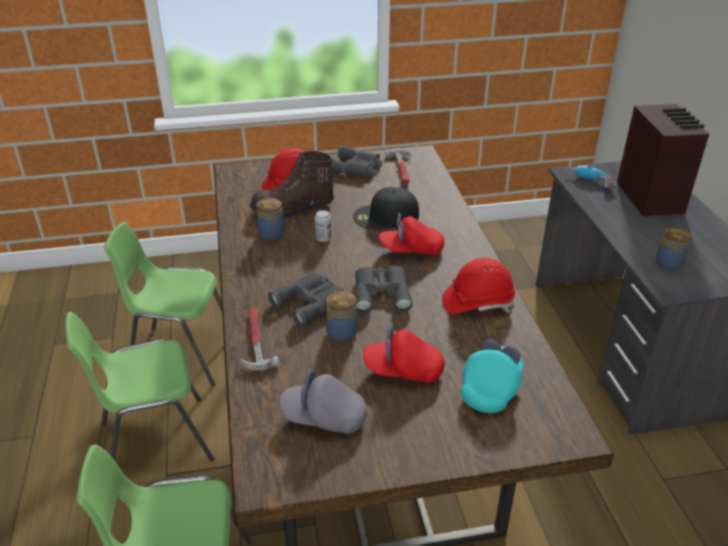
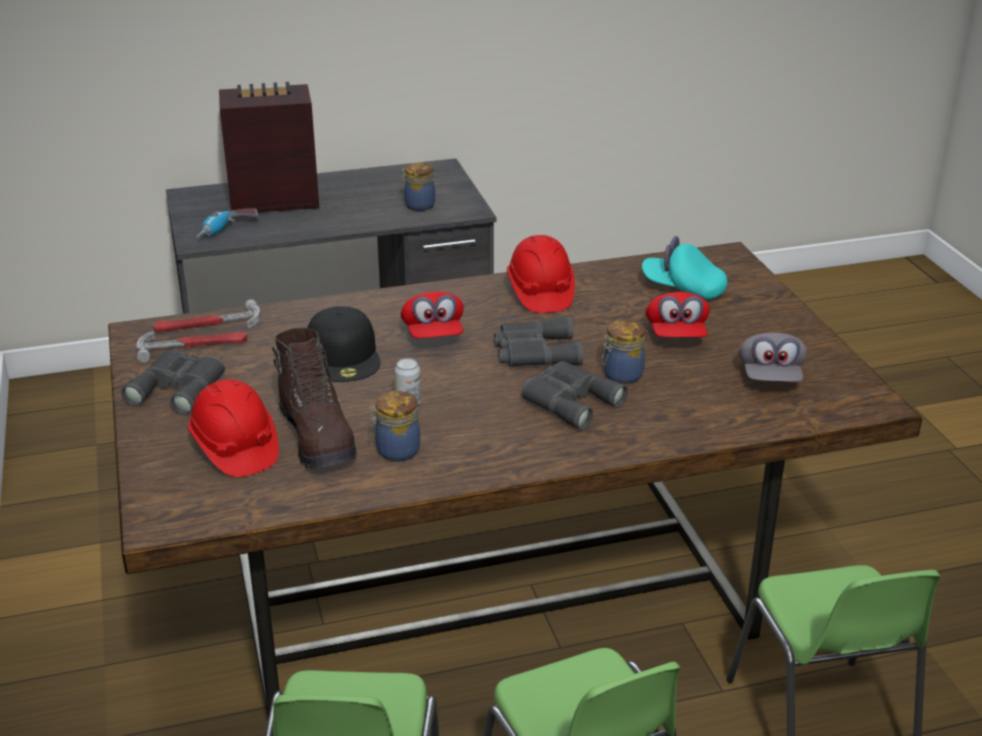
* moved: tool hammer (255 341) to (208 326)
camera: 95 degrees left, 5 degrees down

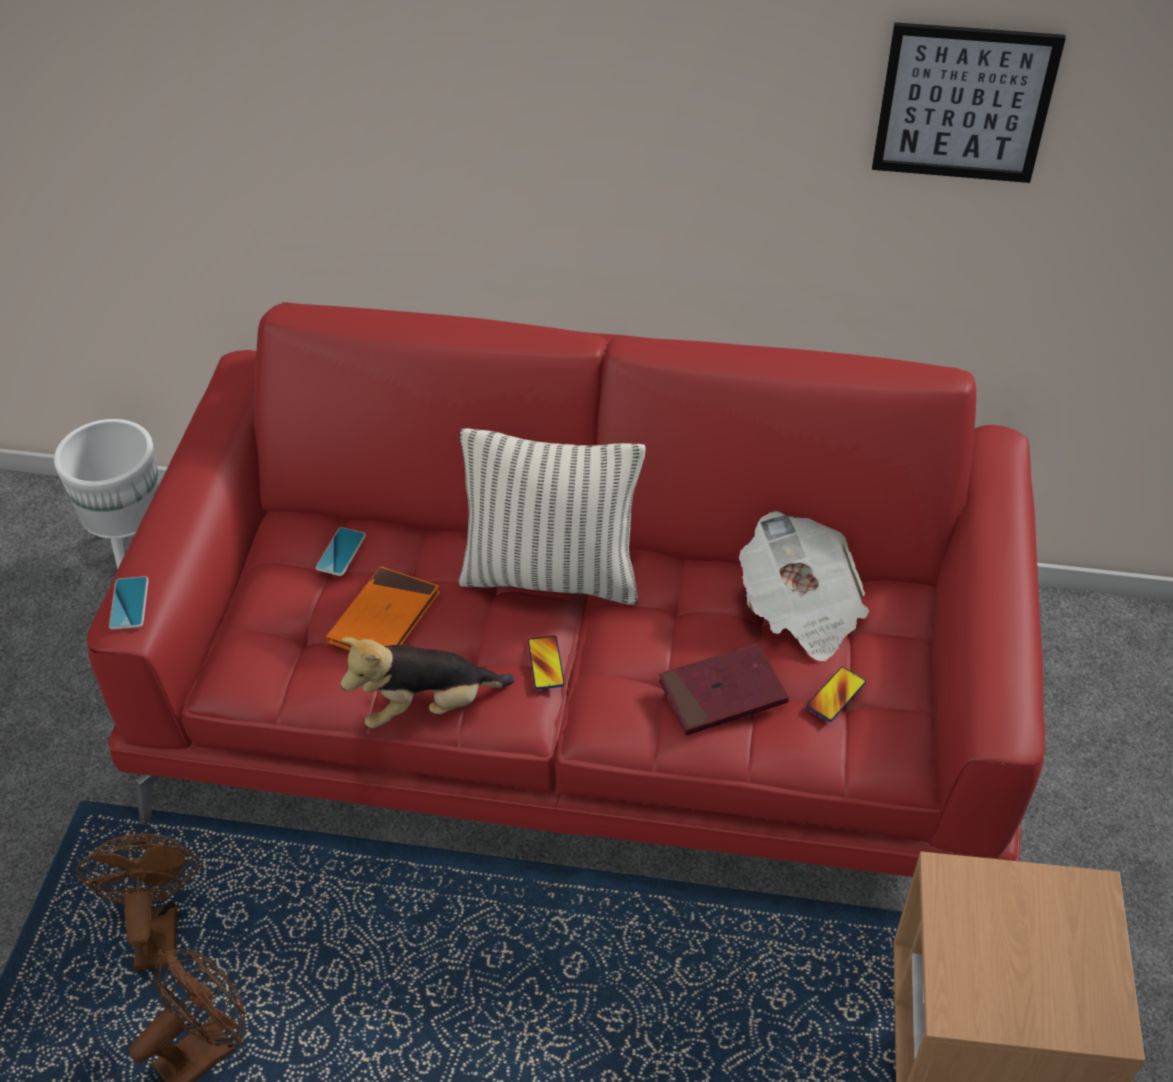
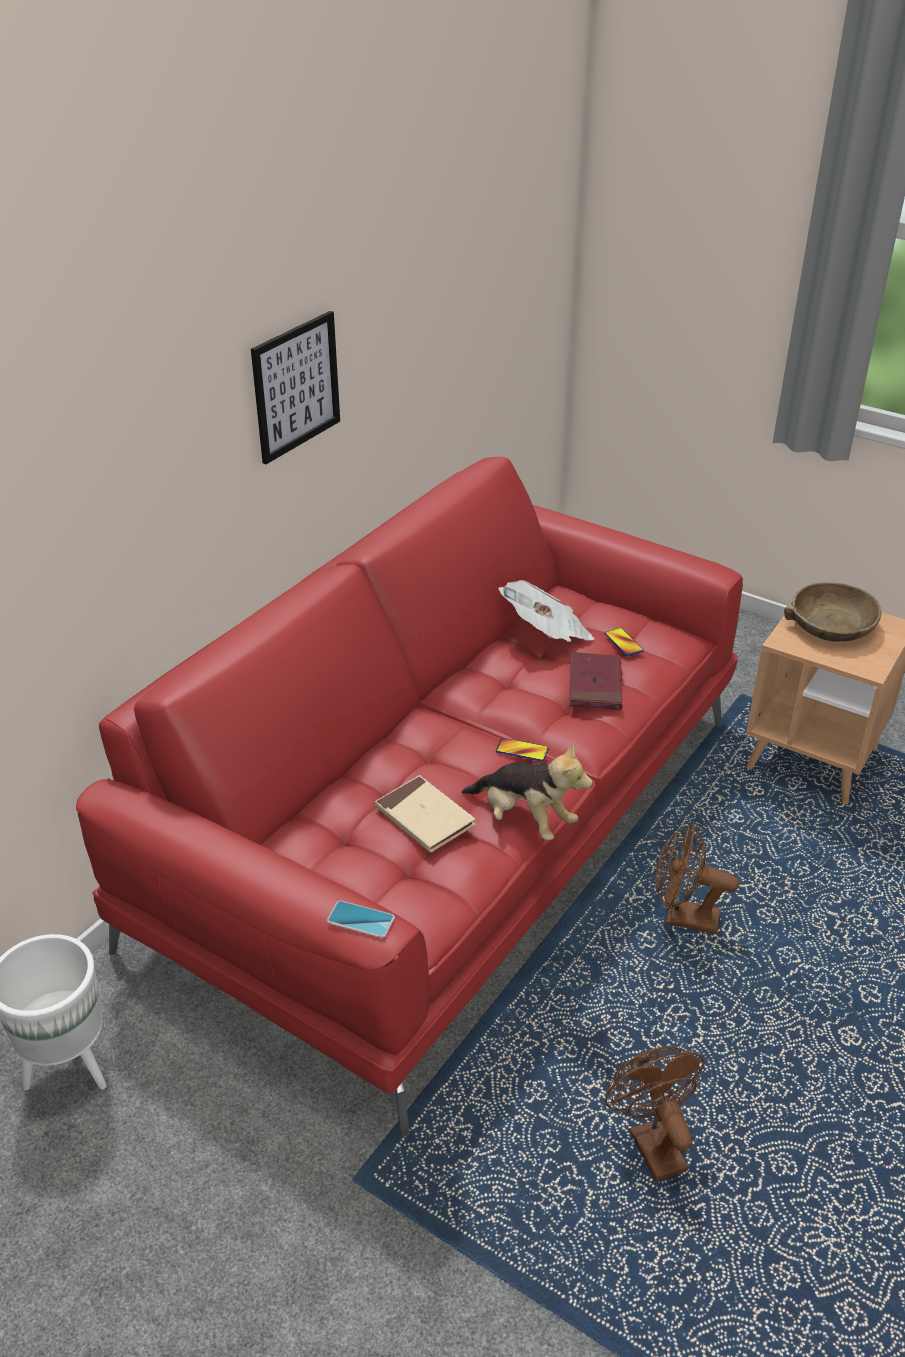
* moved: brown fan (156 928) to (683 918)
* removed: phone (341 552)
* recoloured: orange volume (384 619) to sand-coloured volume (424 817)
* turned: plush toy (427 707) = (524 819) 60 degrees counterclockwise
* removed: cushion (551 576)
* moved: picture (964 103) to (296 386)
* added: brown serving bowl (831 625)
camera: 65 degrees left, 10 degrees down

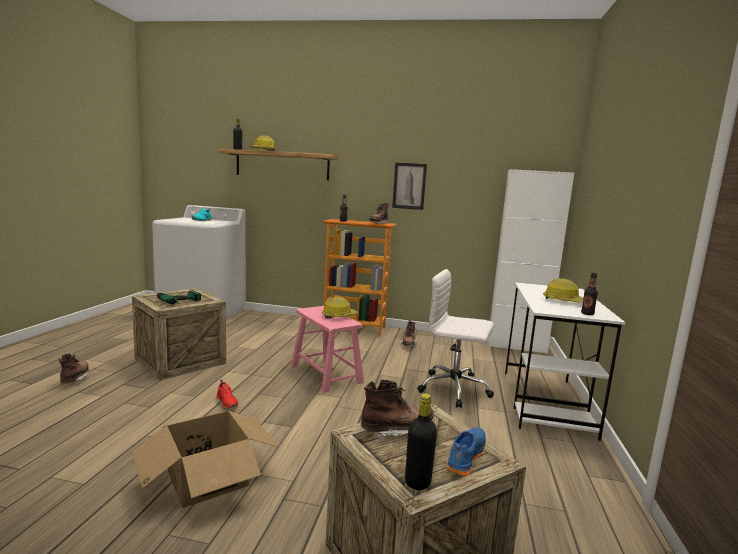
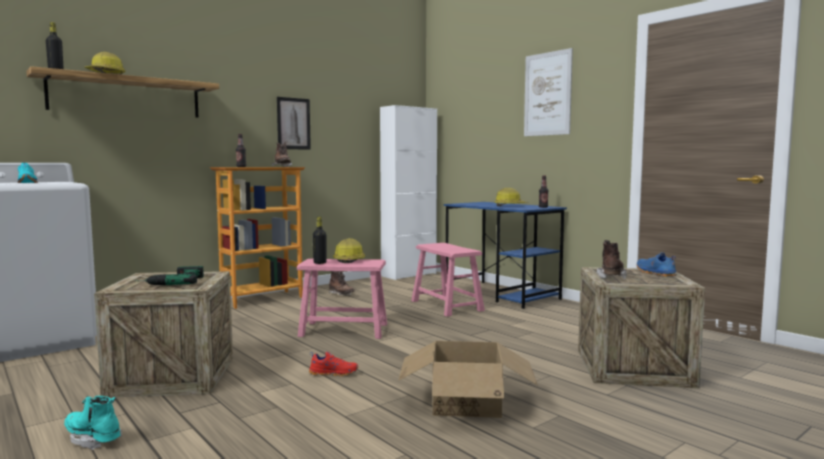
* recoloured: brown boot (75 379) to blue-green boot (93 439)
* moved: blackish bottle (417 482) to (320 263)
* replaced: white-coloured office chair (455 389) to pink stool seat (446 306)
* recoloured: white-coloured desk table (546 402) to bluish desk table (502 294)
* added: picture (547 94)
camera: 50 degrees left, 5 degrees down

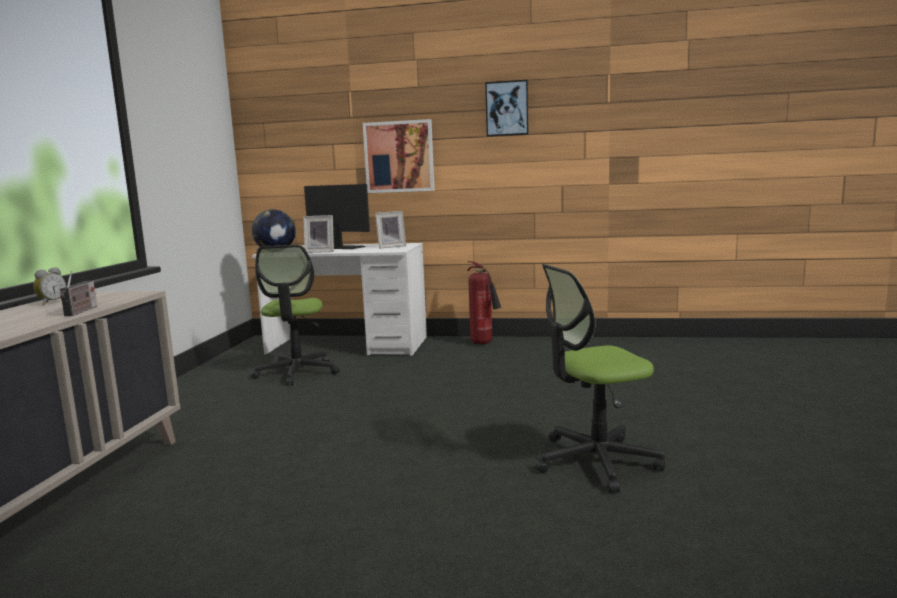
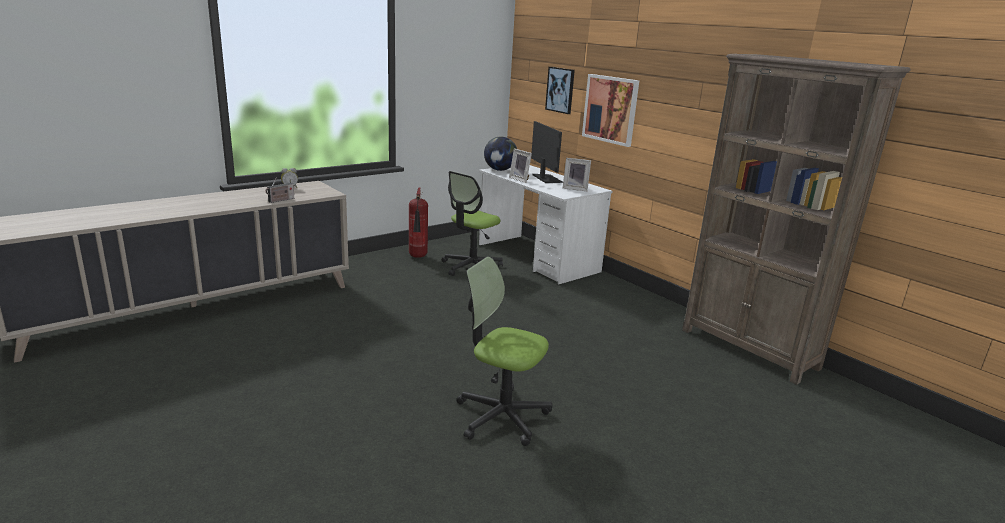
* moved: fire-fighting cylinder (484 343) to (418 257)
* moved: picture (507 108) to (560 90)
* added: brown bookcase (749 349)
camera: 40 degrees right, 10 degrees up

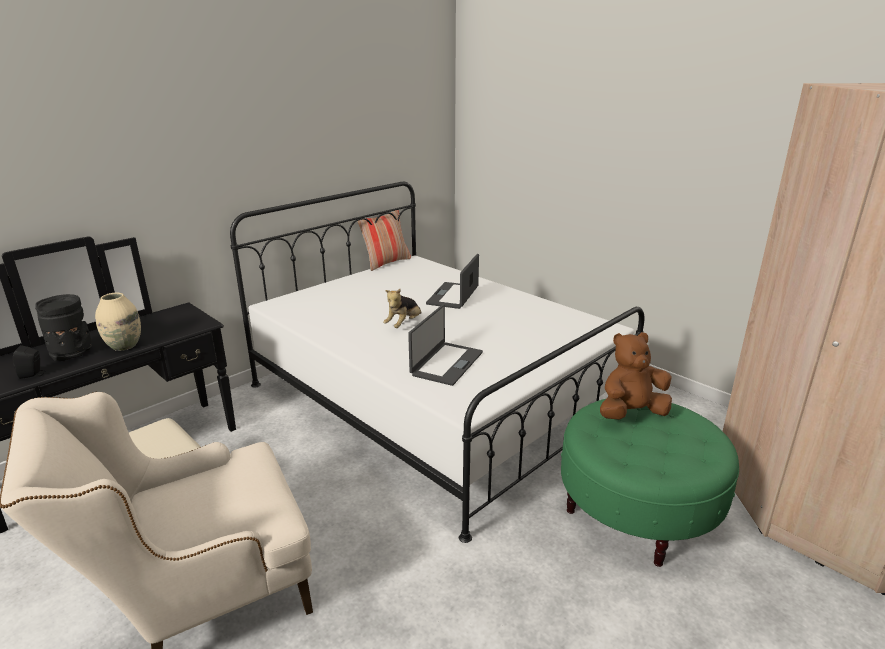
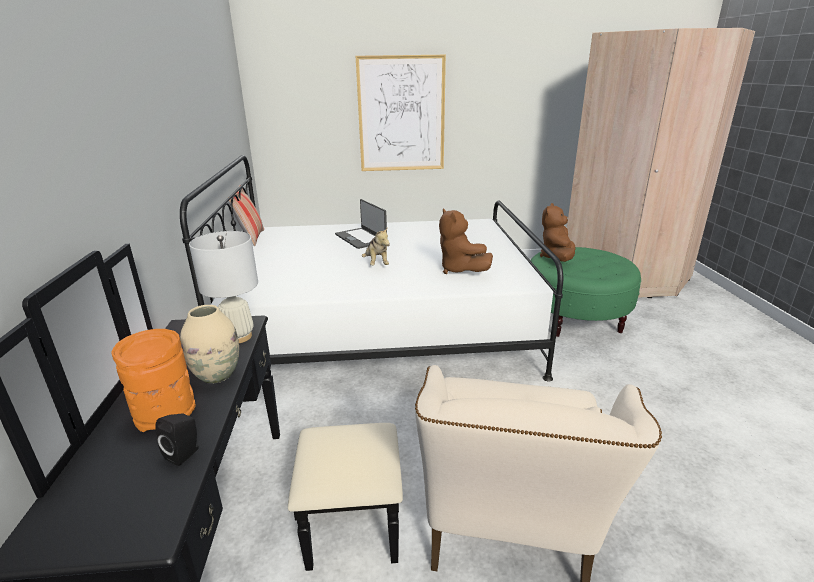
* recoloured: blackish decorative vase (72 352) to orange decorative vase (166 413)
* replaced: notebook computer (446 363) to brown plush toy (460 270)
* added: white-coloured tabletop lamp (238 337)
* added: picture (401 115)
camera: 50 degrees left, 0 degrees up

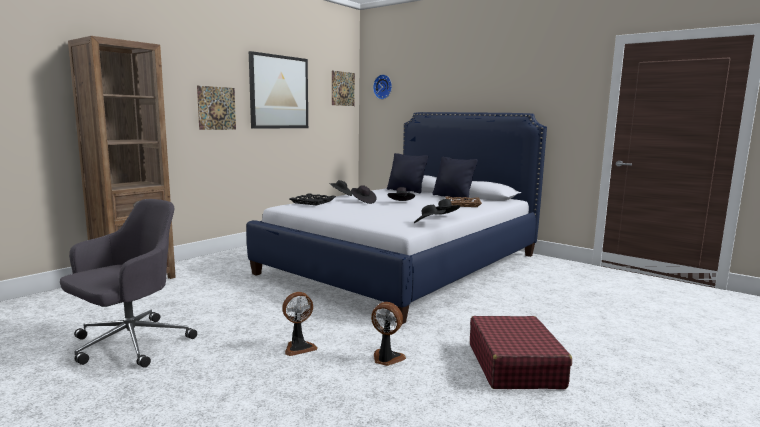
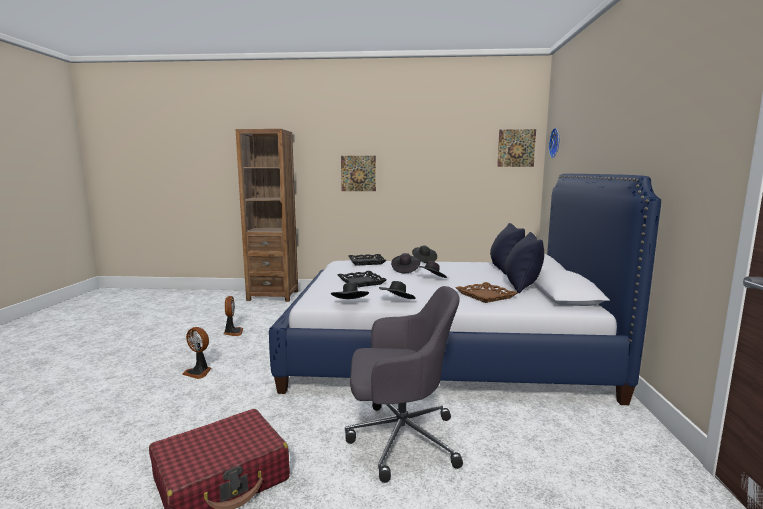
* moved: gray office chair (129 344) to (400 439)
* removed: picture (279 92)
* moved: fan (386 359) to (233 332)
* added: blackish tray (361 282)
camera: 55 degrees right, 0 degrees up

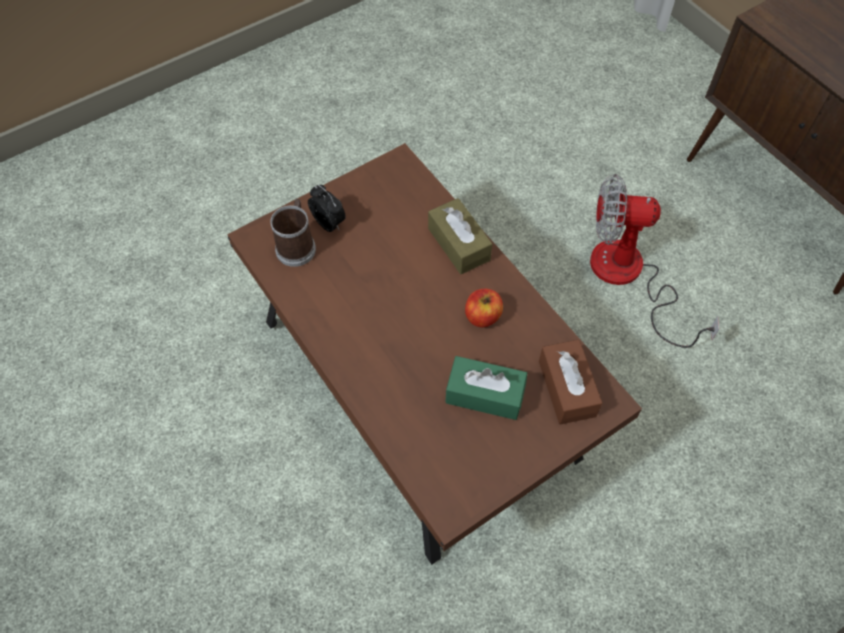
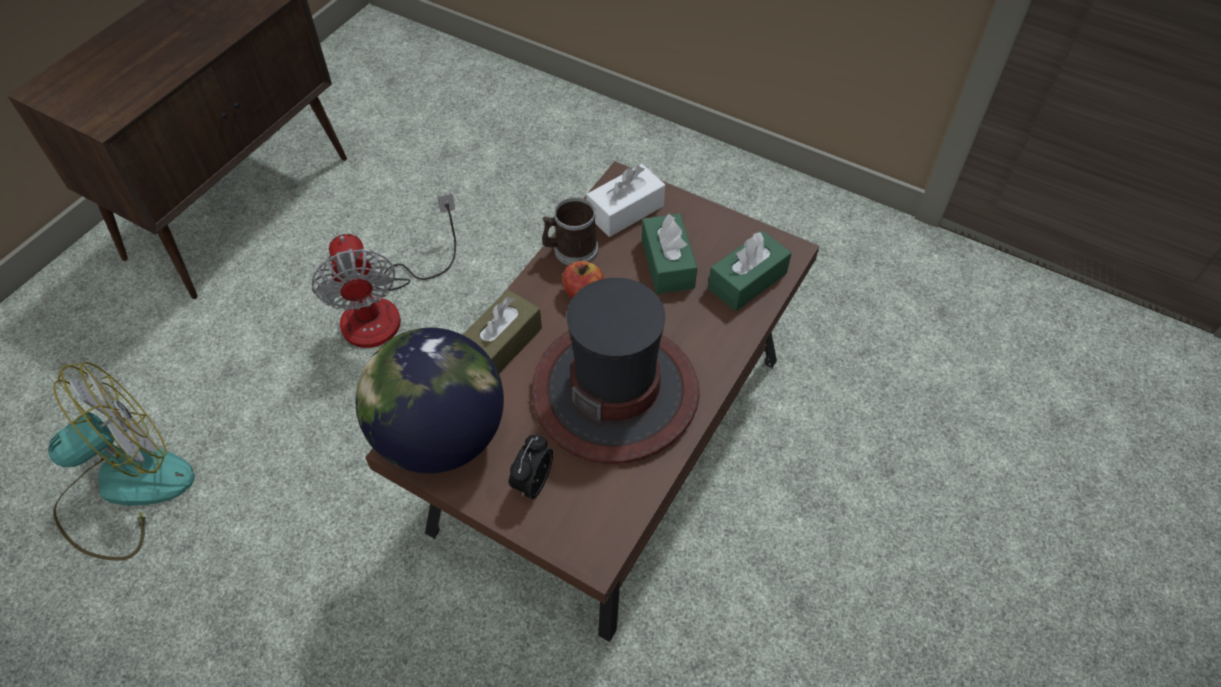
* moved: mug (297 246) to (570 250)
* recoloured: brown tissue holder (567 388) to white-coloured tissue holder (625 211)
* added: fan (124 490)
* added: desk globe (440 435)
* added: clothing hat (615 391)
* added: green-coloured tissue holder (747 281)
camera: 115 degrees left, 5 degrees down

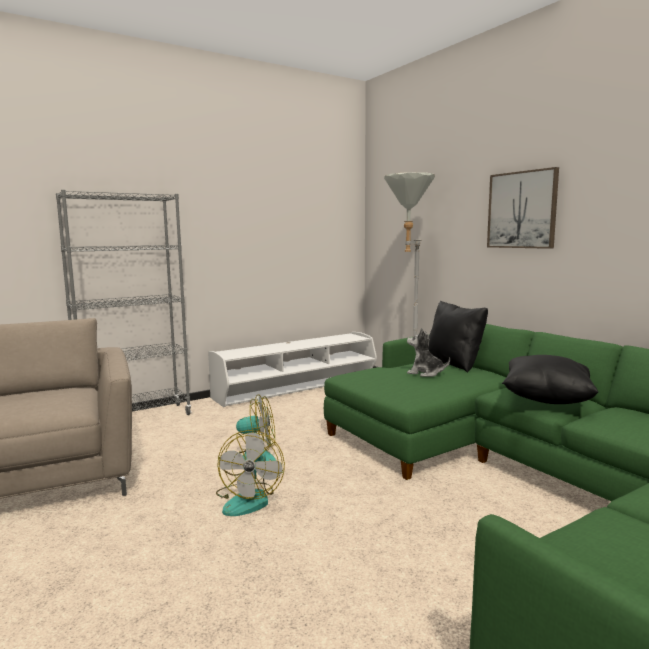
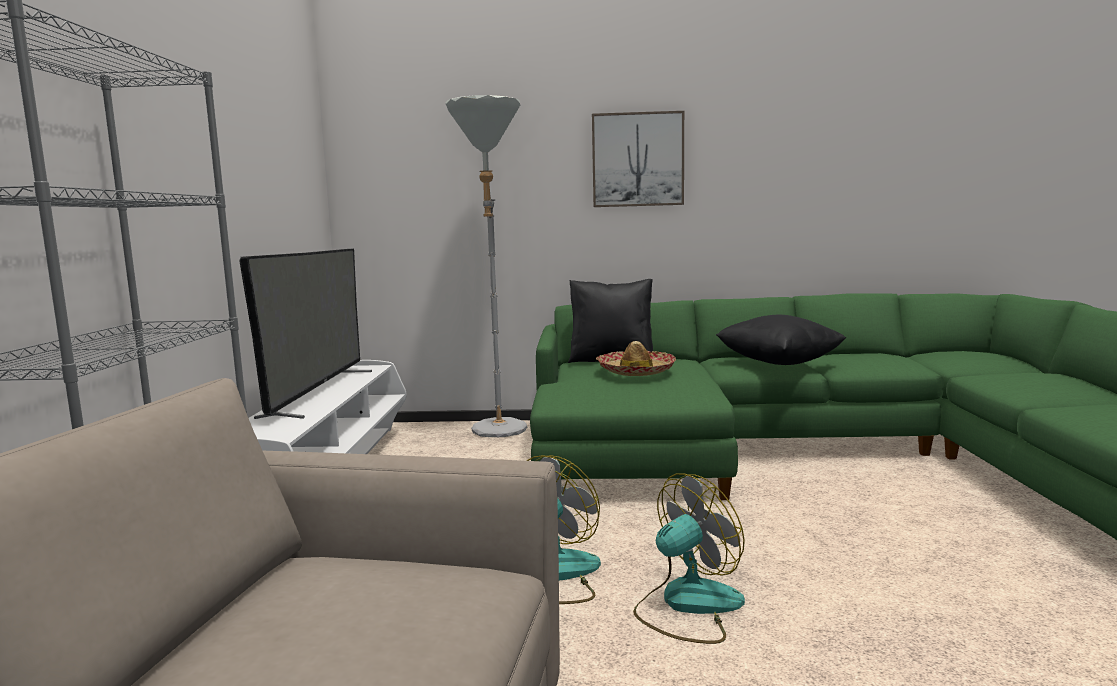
* turned: fan (249 499) = (687 605) 75 degrees counterclockwise
* replaced: plush toy (425 373) to clothing hat (635 371)
* added: TV (319 392)
camera: 55 degrees left, 0 degrees up

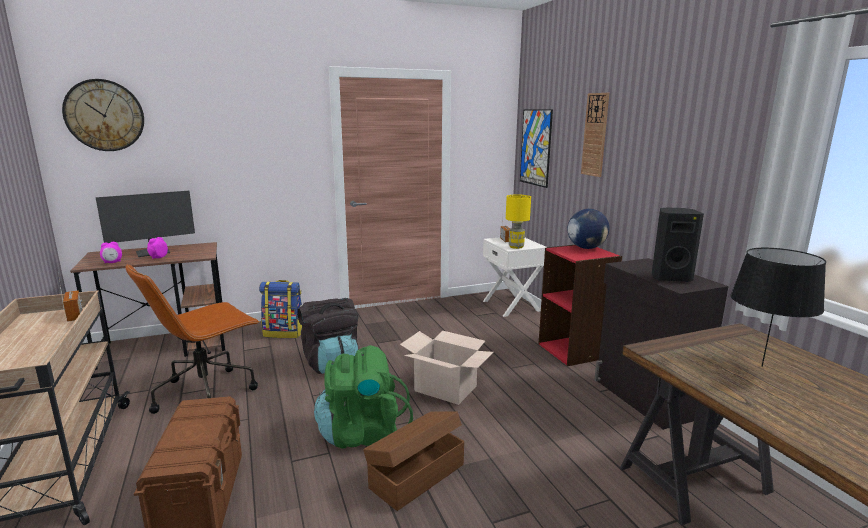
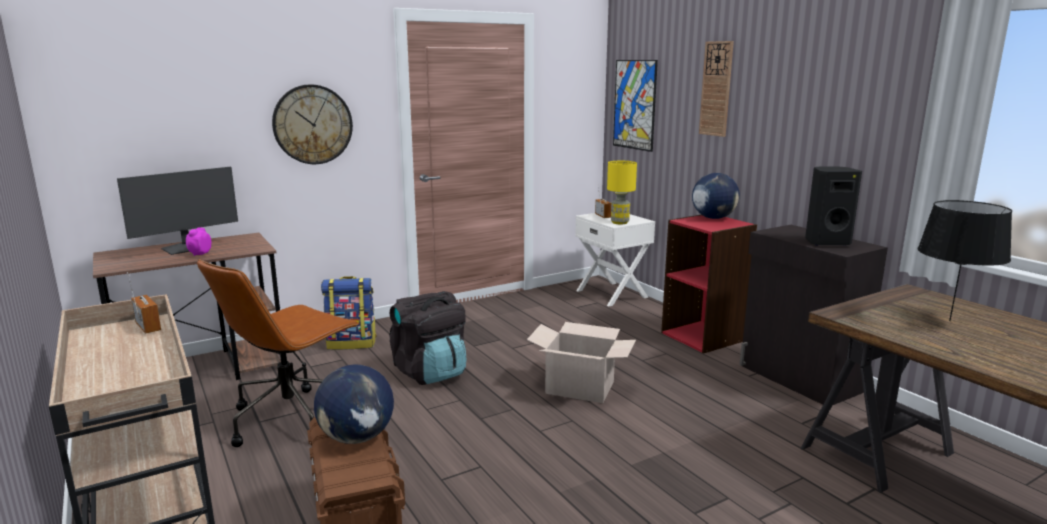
* moved: hanging clock (104 115) to (312 124)
* removed: table clock (112 262)
* removed: green-coloured knapsack (362 433)
* removed: brown storage bin (415 476)
* added: desk globe (357 438)
camera: 10 degrees left, 0 degrees up

